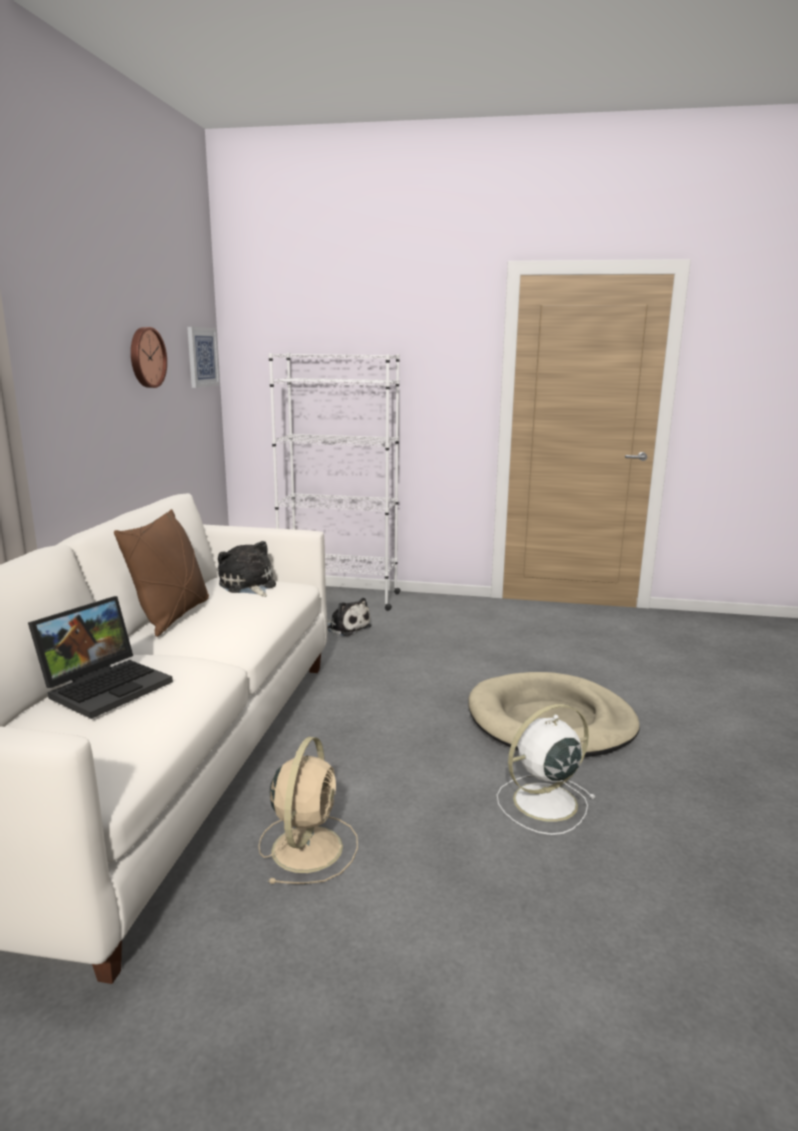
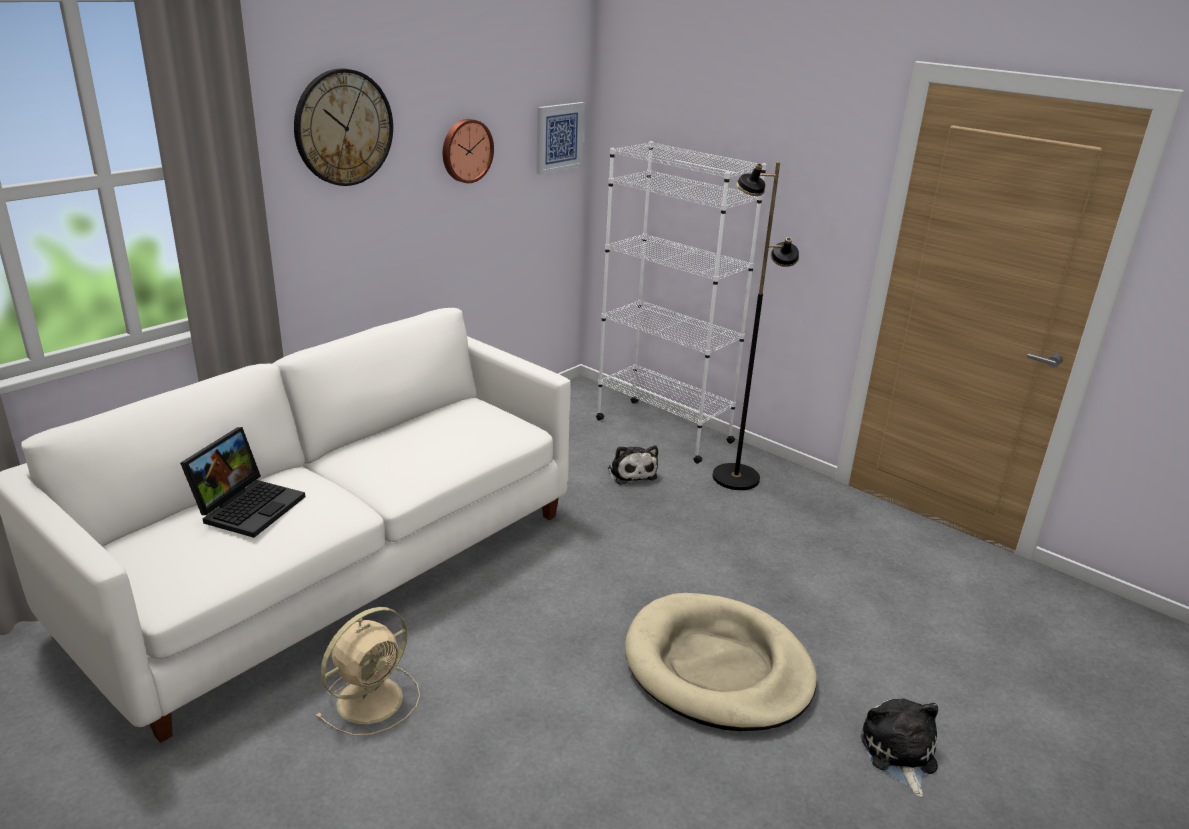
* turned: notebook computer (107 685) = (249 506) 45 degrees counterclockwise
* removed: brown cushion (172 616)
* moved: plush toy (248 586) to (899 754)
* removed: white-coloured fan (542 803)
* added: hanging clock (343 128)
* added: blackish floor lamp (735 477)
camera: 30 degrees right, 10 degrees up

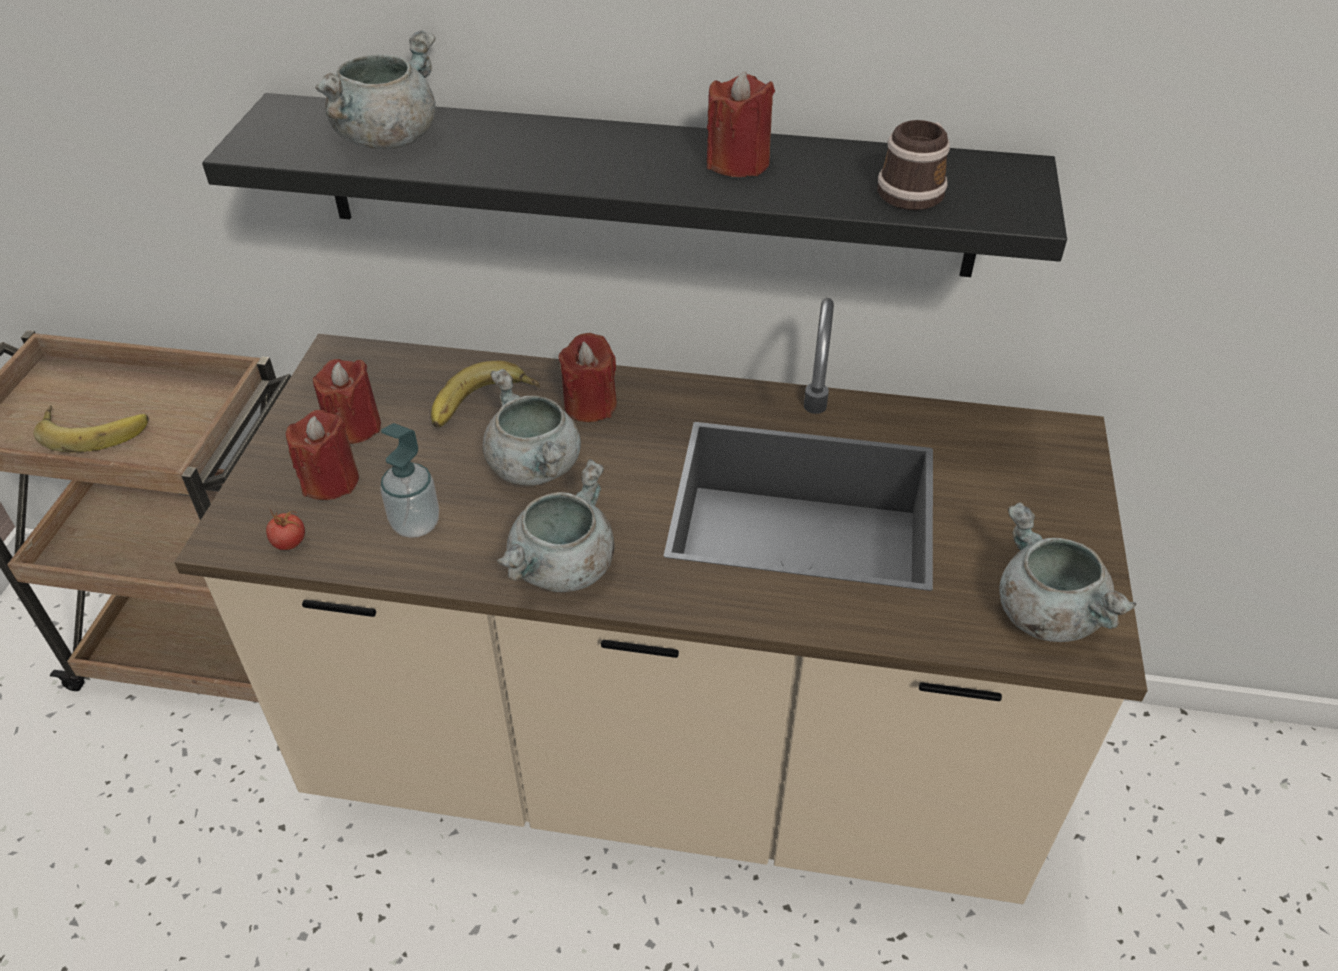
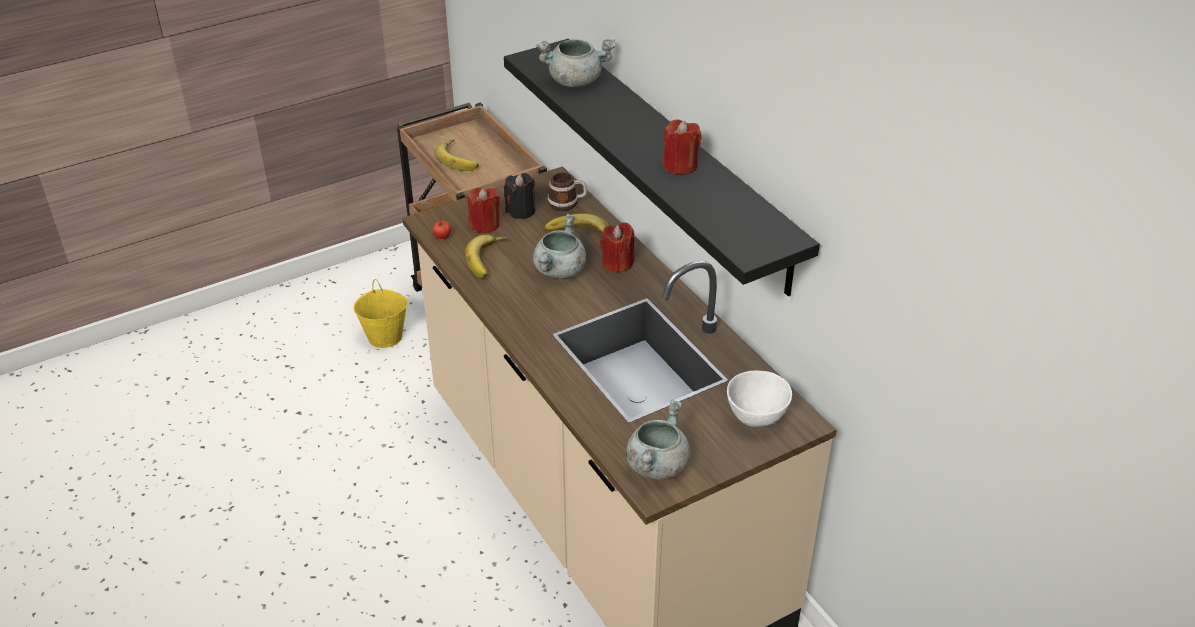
* recoloured: red-coloured wax light (353 427) to blackish wax light (521 211)
* replaced: liquid soap bottle (415 524) to banana (489 260)
* removed: gray cooking pot (563 569)
* moved: mug (914 189) to (567 203)
* added: yellow-coloured pail (385 337)
* added: white-coloured serving bowl (757 416)
camera: 50 degrees right, 5 degrees down

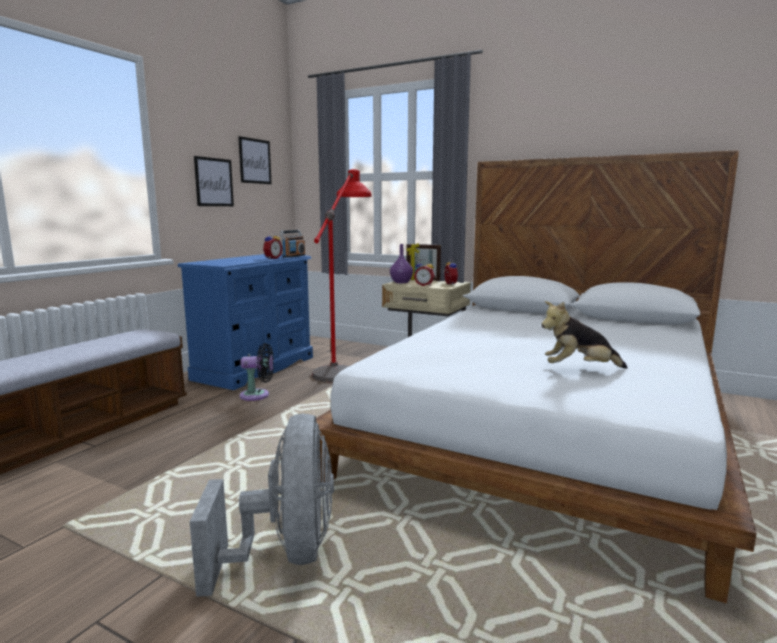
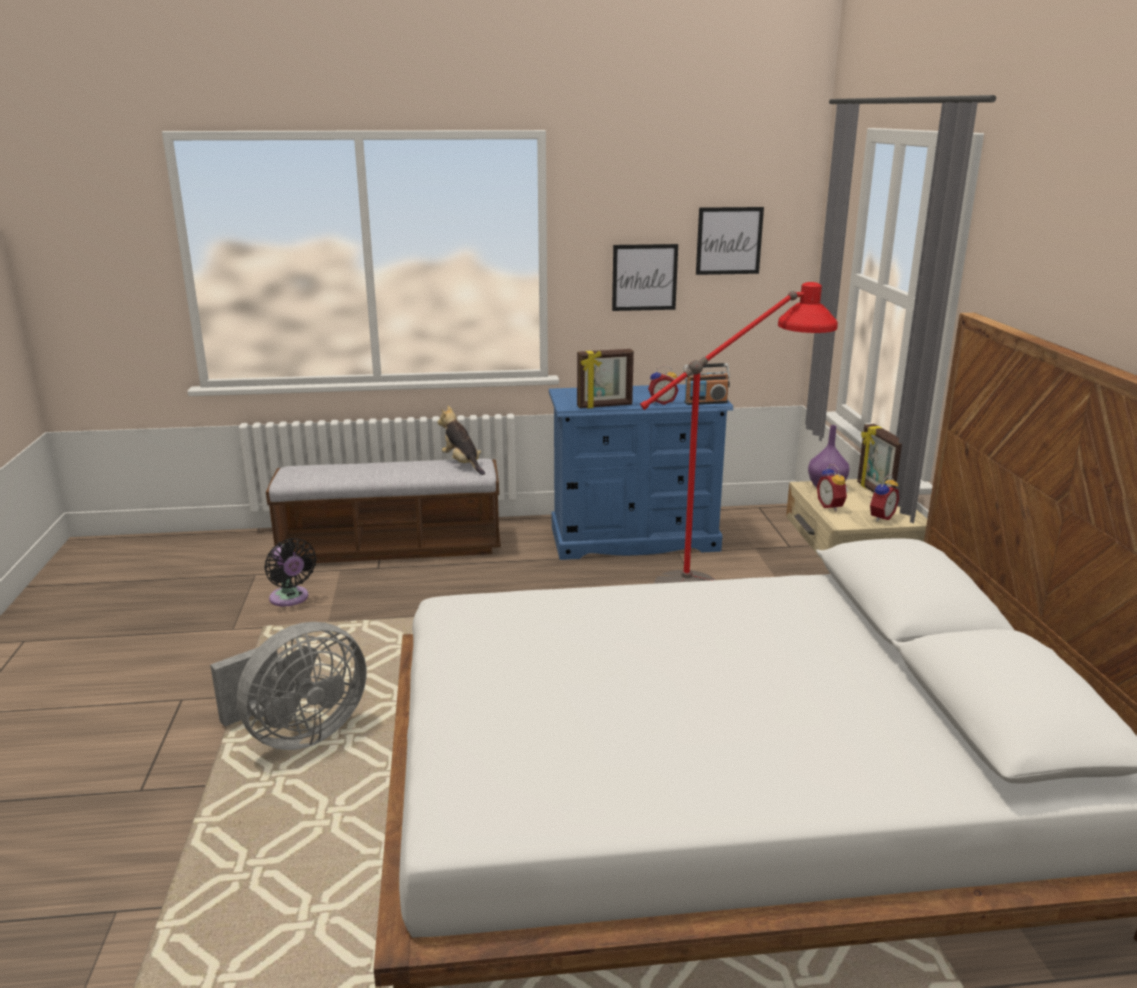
* moved: blackish fan (258 395) to (290 599)
* moved: plush toy (579 369) to (462 464)
* added: photo frame (604 406)
camera: 55 degrees right, 10 degrees up

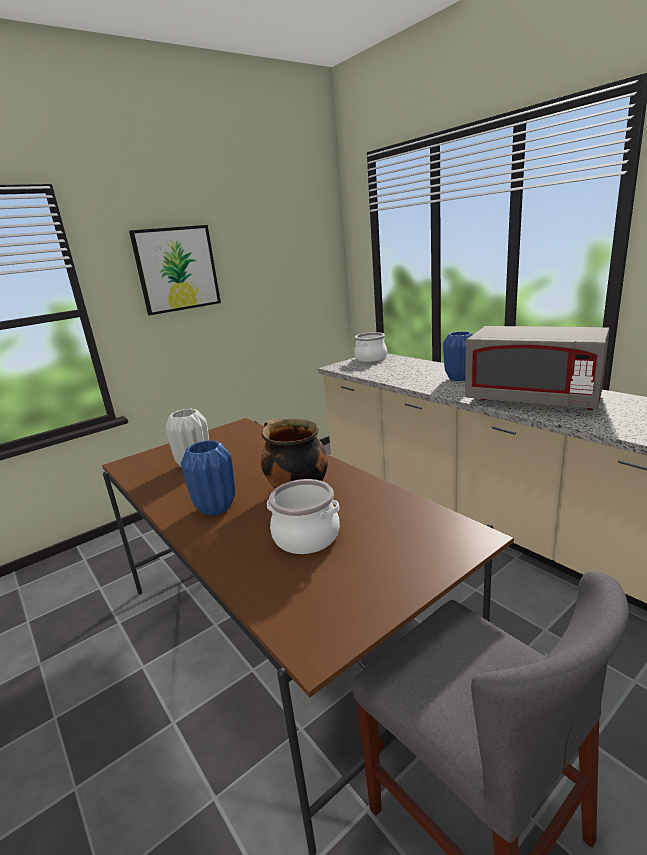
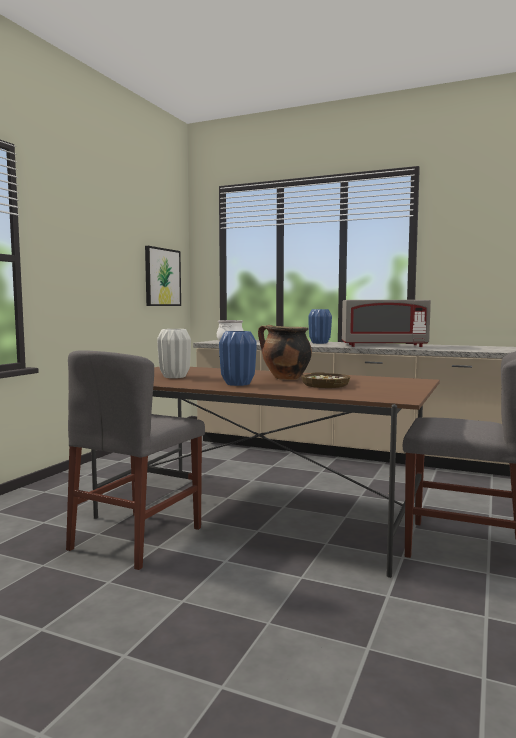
* moved: picture (177 269) to (162 277)
* replaced: cooking pot (306 536) to serving bowl (326 385)
* added: gray plain chair (137 538)
camera: 30 degrees left, 15 degrees down

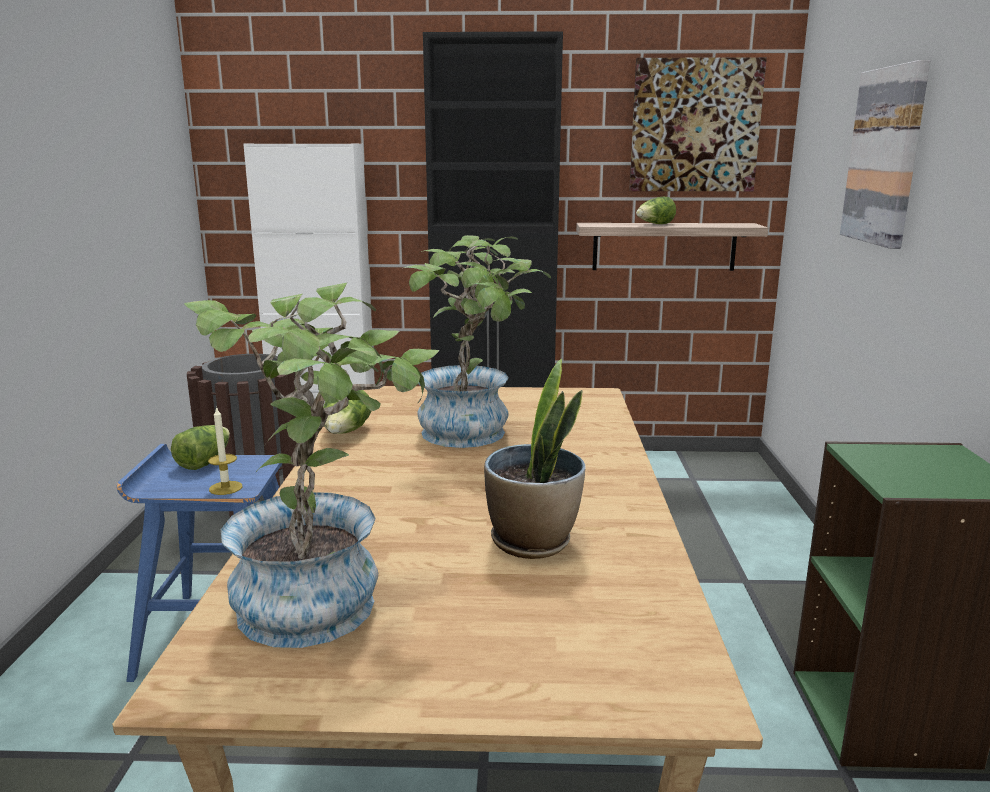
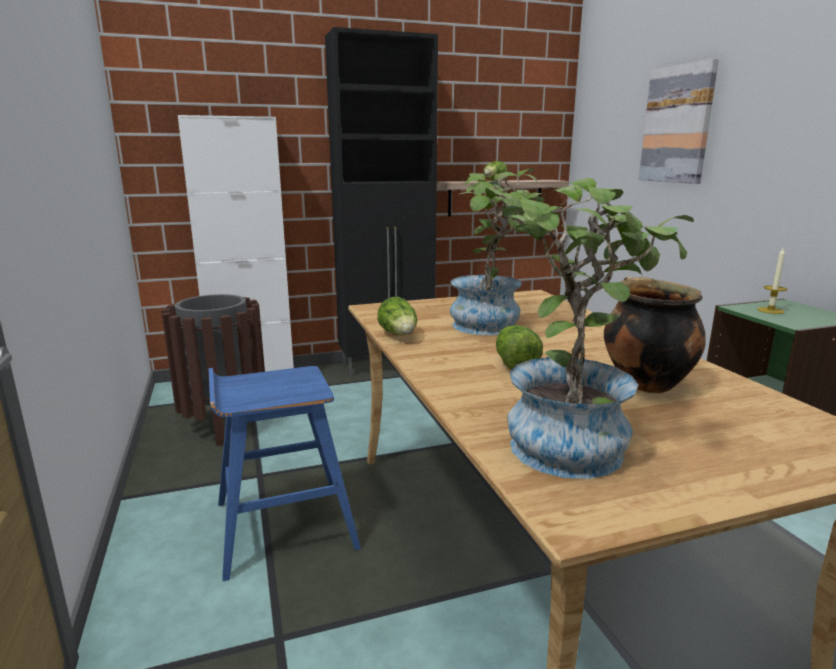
* moved: head of lettuce (204 461) to (515 363)
* moved: wax light (225 488) to (770 310)
* replaced: houseplant (533 542) to cooking pot (644 383)
* removed: picture (694 126)
camera: 20 degrees left, 0 degrees up

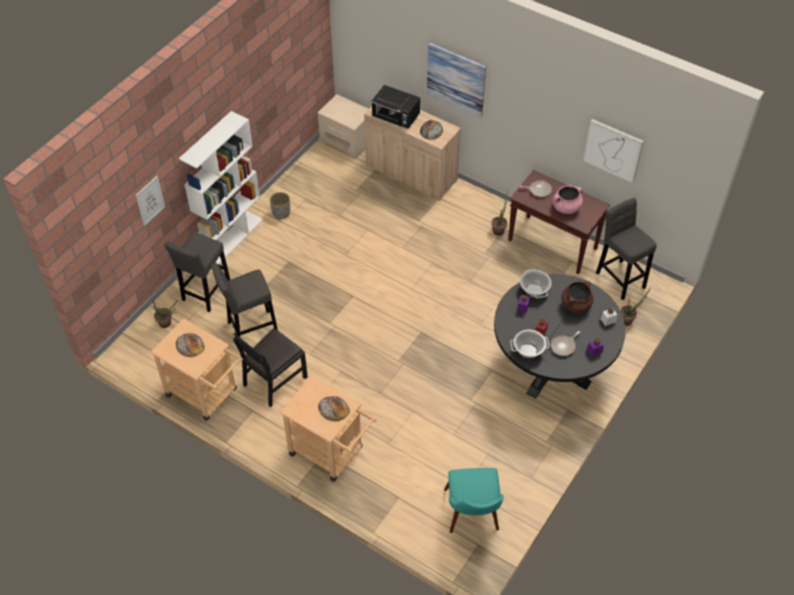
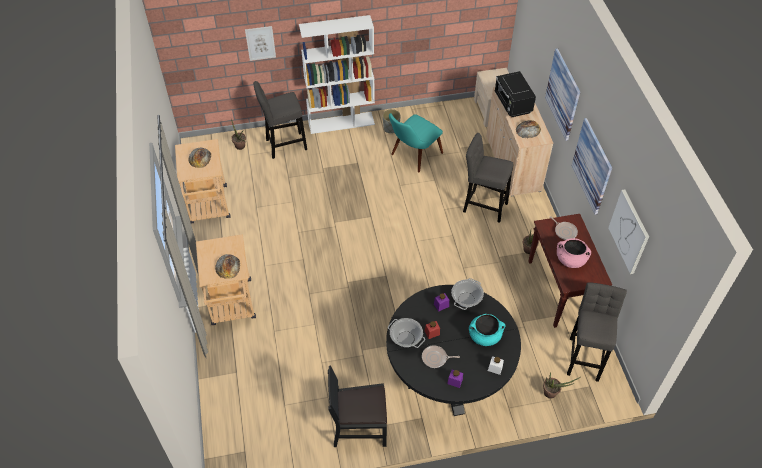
* moved: gray stool seat (250 328) to (483 206)
* moved: blackish plain chair (274 380) to (359 426)
* moved: blue-green plain chair (473 517) to (412 157)
* recoloured: brown cooking pot (576 304) to blue-green cooking pot (484 336)
* added: picture (592 166)
camera: 45 degrees right, 0 degrees up

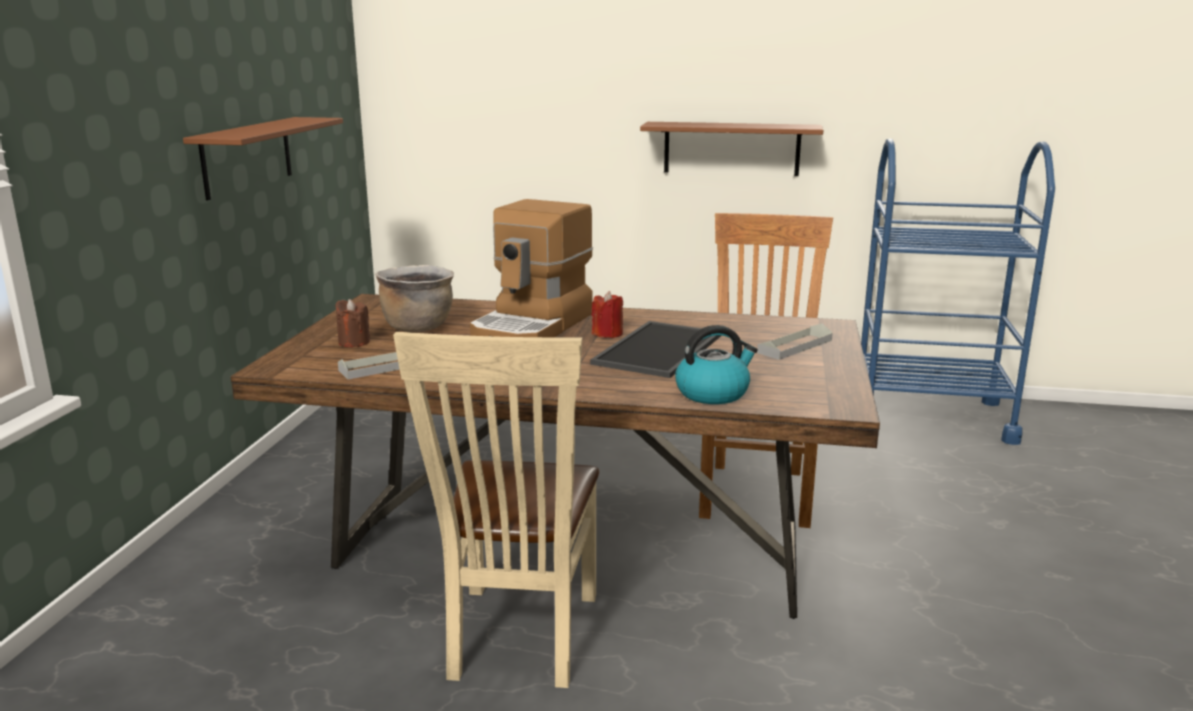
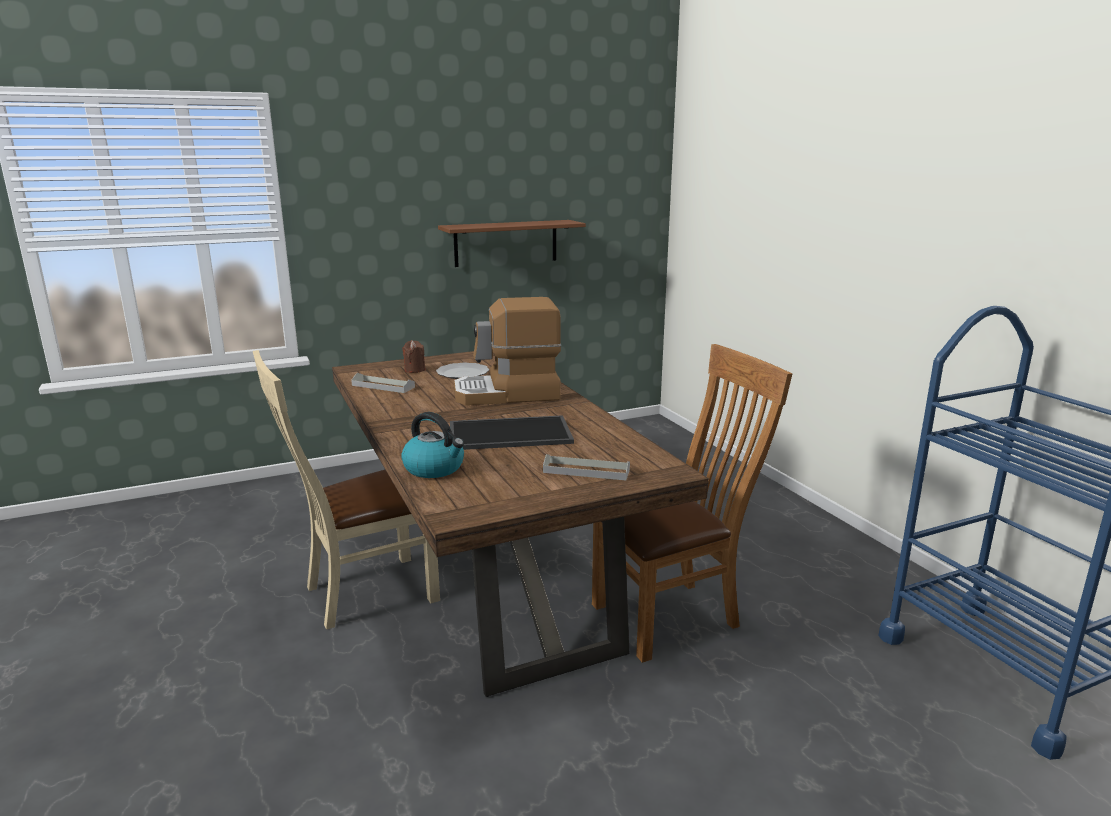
* replaced: brown cooking pot (417 327) to dinner plate (462 373)
* removed: red-coloured wax light (607 334)
* removed: brown shelf (731 148)
camera: 55 degrees right, 0 degrees up

